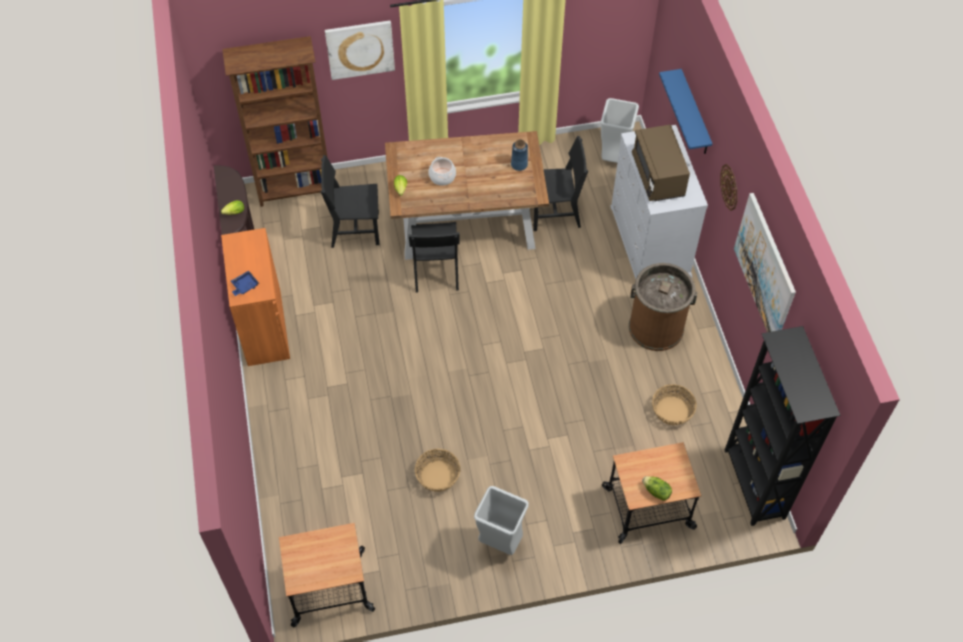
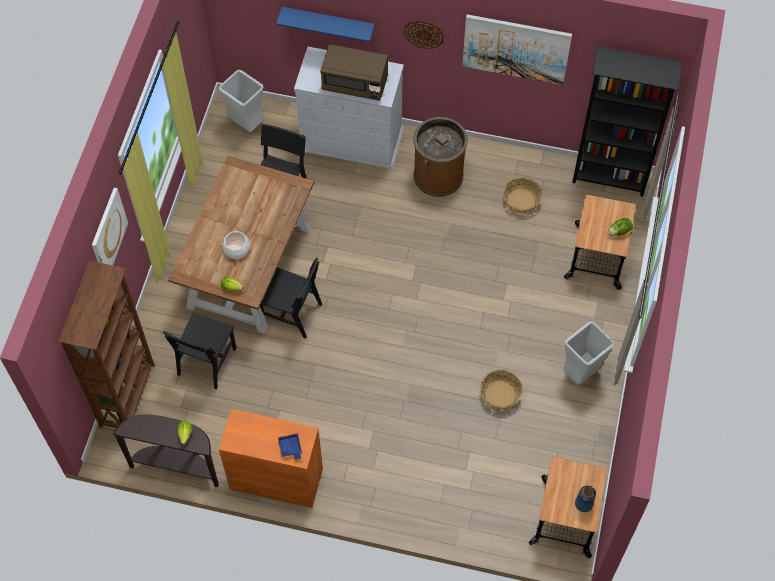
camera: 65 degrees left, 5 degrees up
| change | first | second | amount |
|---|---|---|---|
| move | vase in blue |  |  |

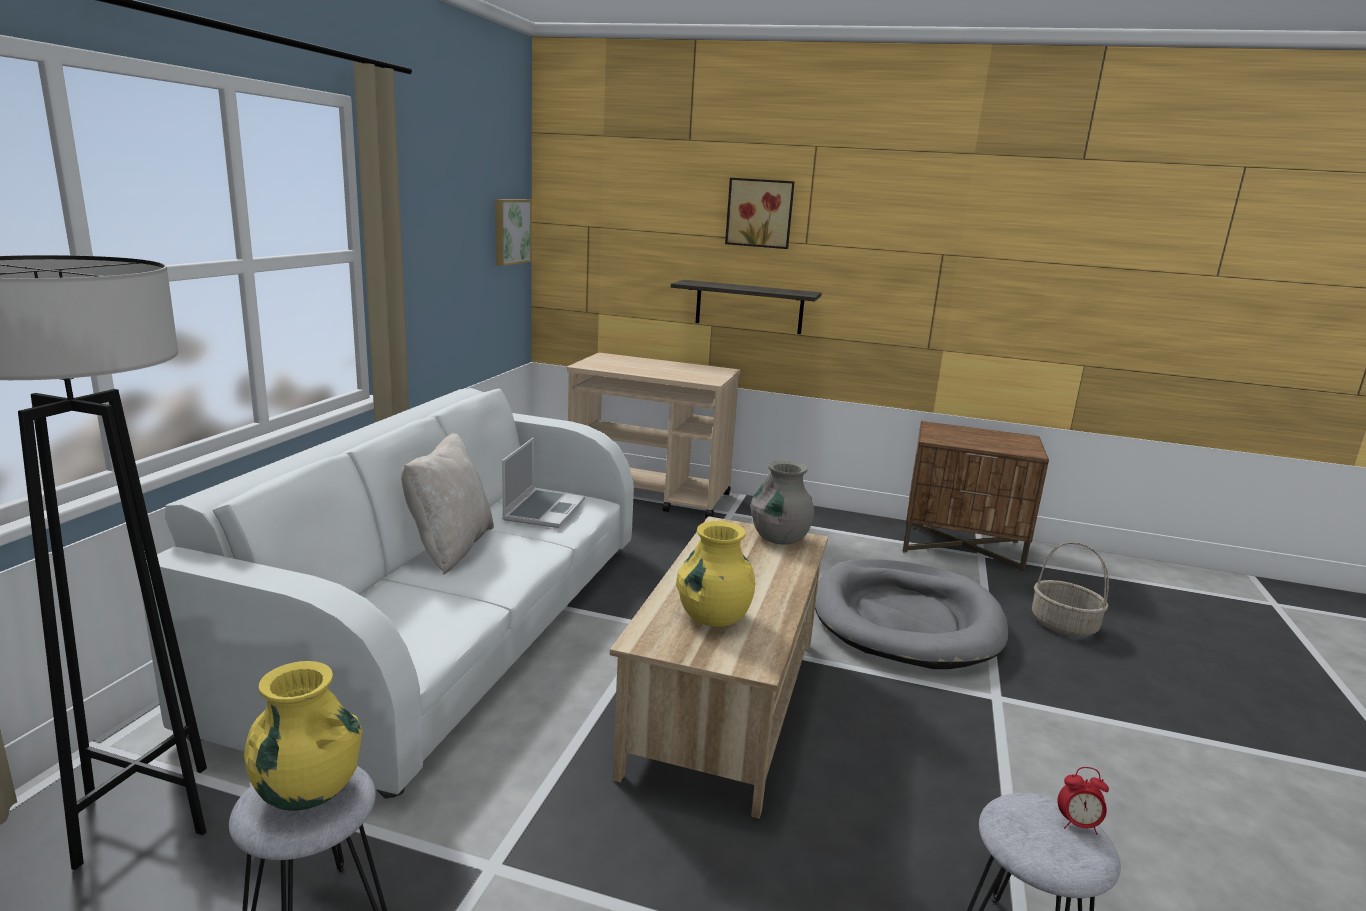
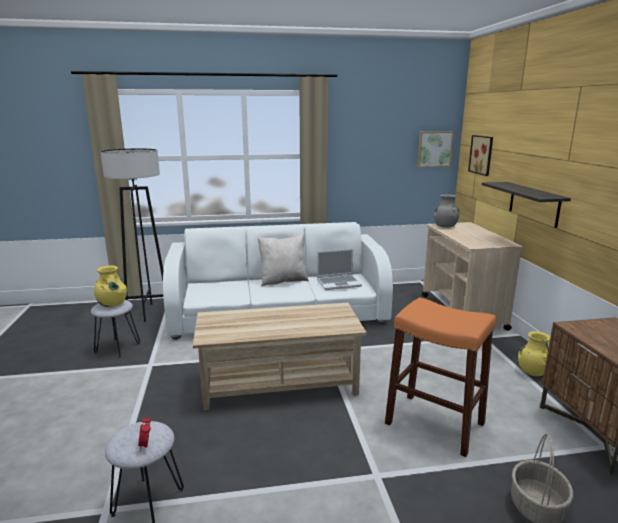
camera: 65 degrees right, 0 degrees up
| change | first | second | amount |
|---|---|---|---|
| replace | dog bed in grey | stool in orange |  |
| move | vase in grey |  |  |
| move | picture (2nd from left) |  |  |
| move | vase in yellow (2nd from left) |  |  |

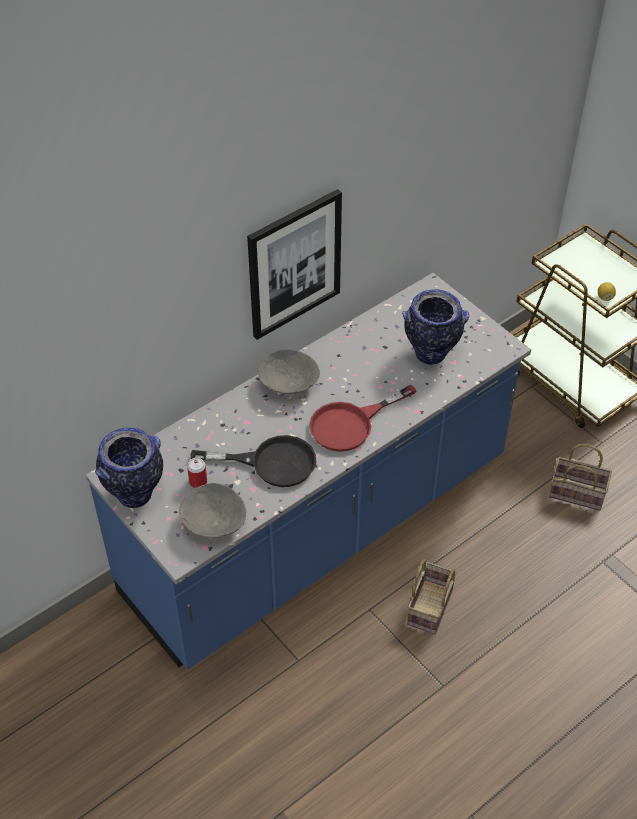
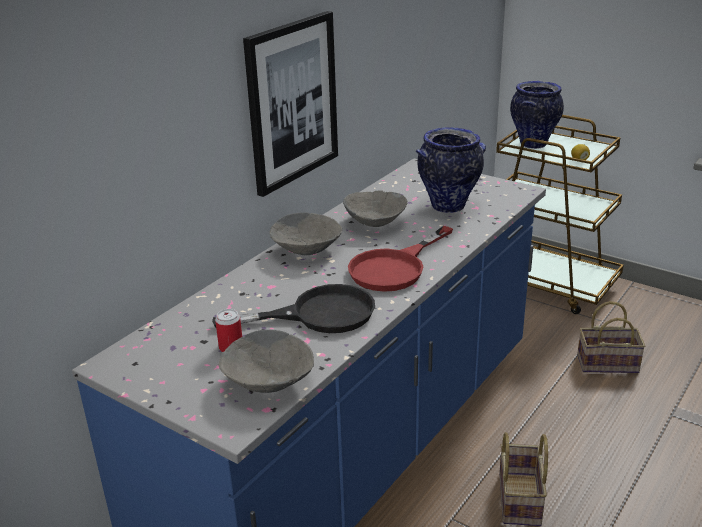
camera: 15 degrees left, 20 degrees down
| change | first | second | amount |
|---|---|---|---|
| insert |  | bowl in grey (3rd from left) |  |
| move | vase (1st from left in the first image) | vase (2nd from left) |  |

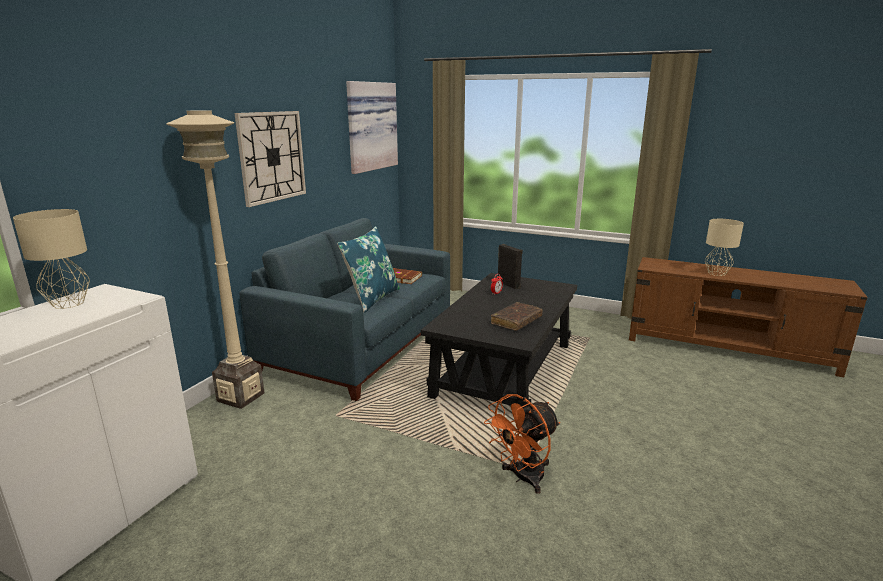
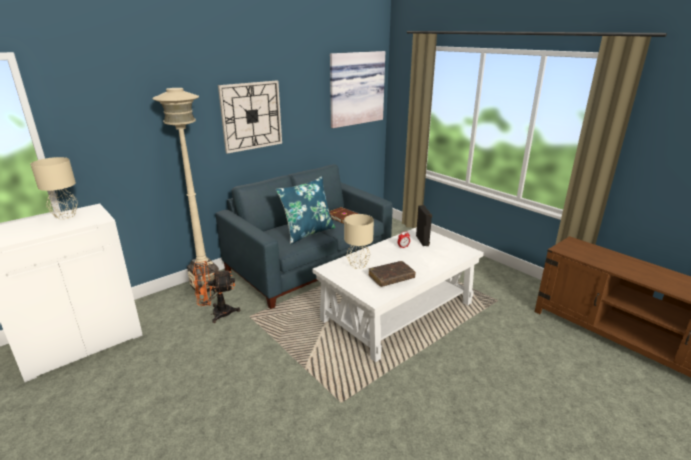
camera: 25 degrees right, 5 degrees up
| change | first | second | amount |
|---|---|---|---|
| move | fan in orange |  |  |
| recolor | coffee table in black | coffee table in white |  |
| move | table lamp in beige (2nd from left) |  |  |

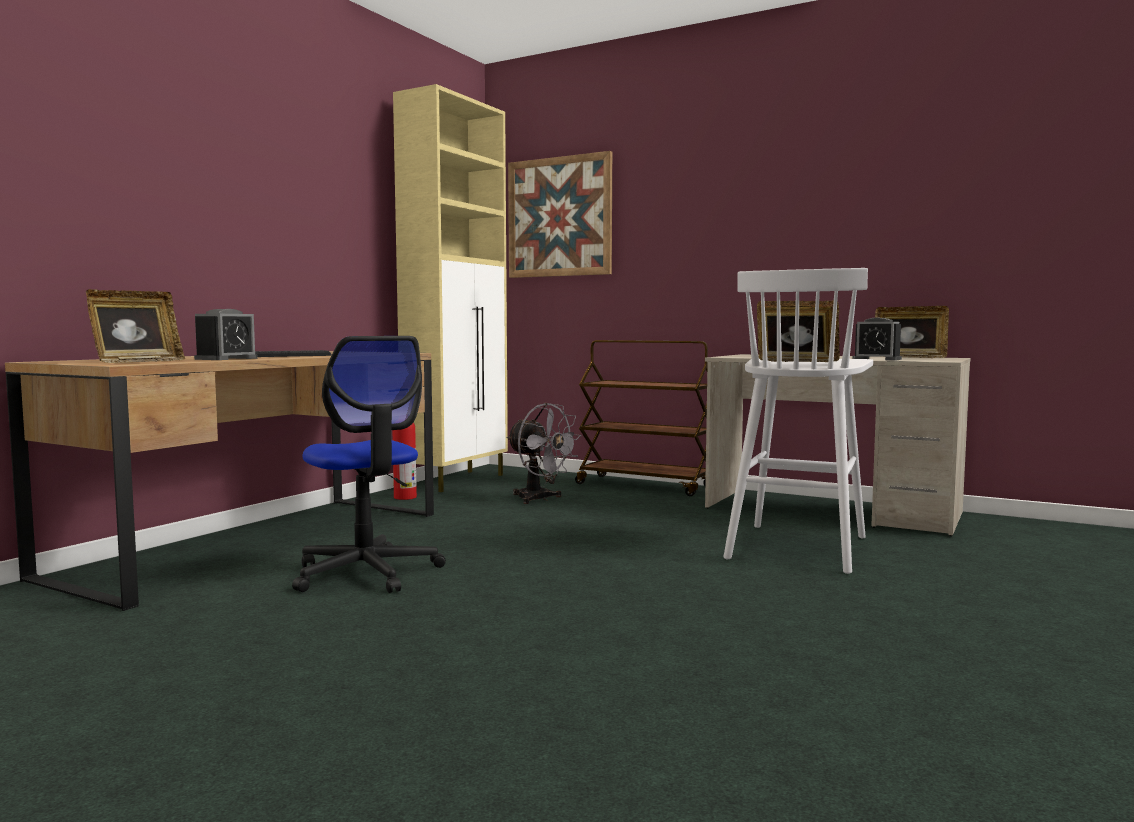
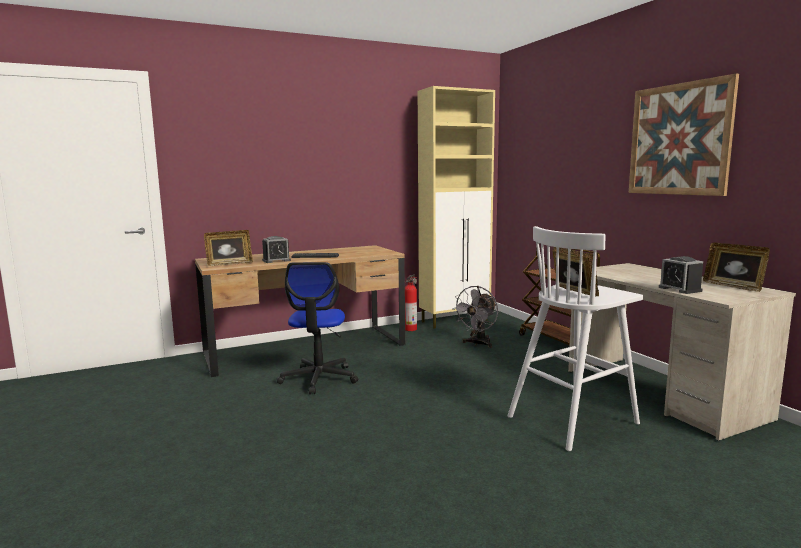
camera: 35 degrees right, 5 degrees up
| change | first | second | amount |
|---|---|---|---|
| rotate | fan in grey |  | 45 degrees clockwise |
| move | picture |  |  |

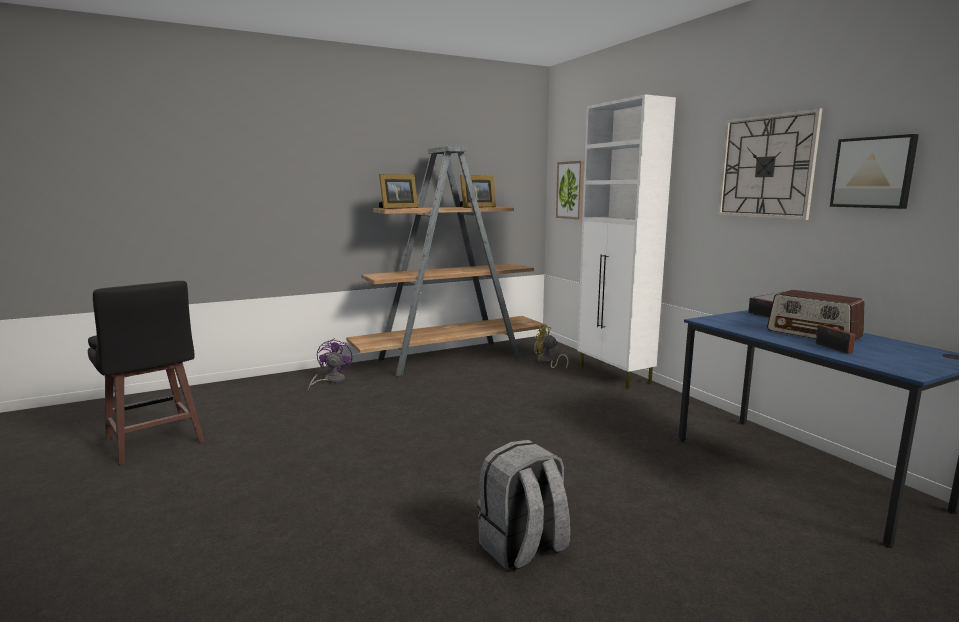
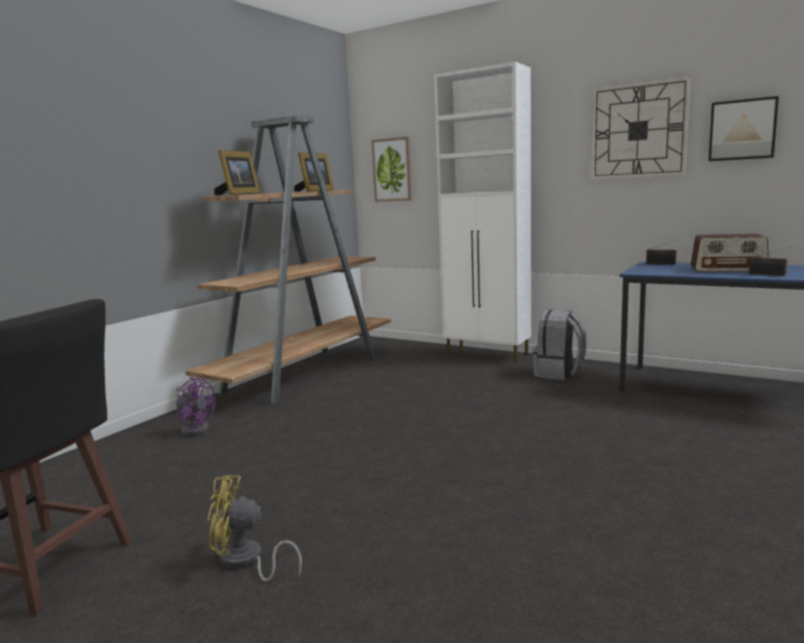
camera: 30 degrees left, 0 degrees up
| change | first | second | amount |
|---|---|---|---|
| rotate | fan in purple |  | 150 degrees clockwise |
| move | fan in yellow |  |  |
| move | backpack in grey |  |  |

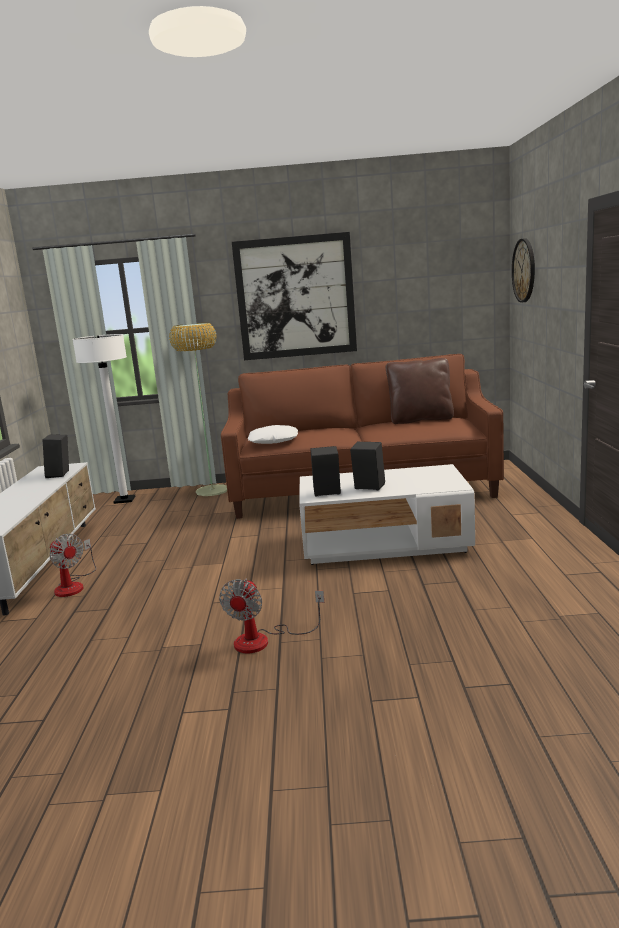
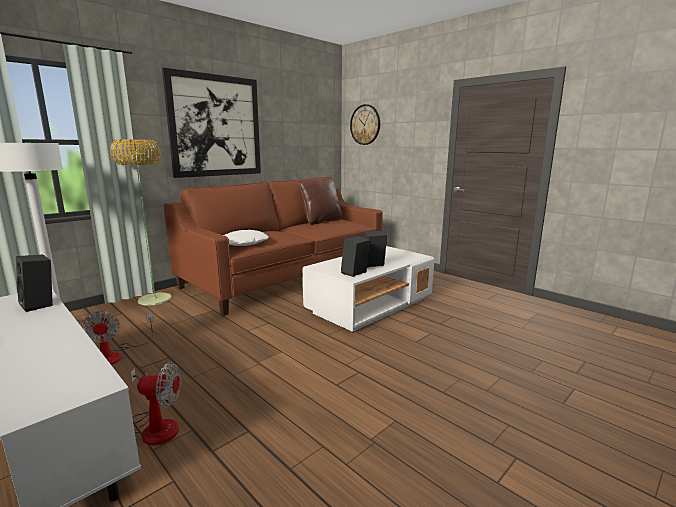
camera: 45 degrees left, 0 degrees up
| change | first | second | amount |
|---|---|---|---|
| move | fan (2nd from left in the first image) | fan (1st from left) |  |

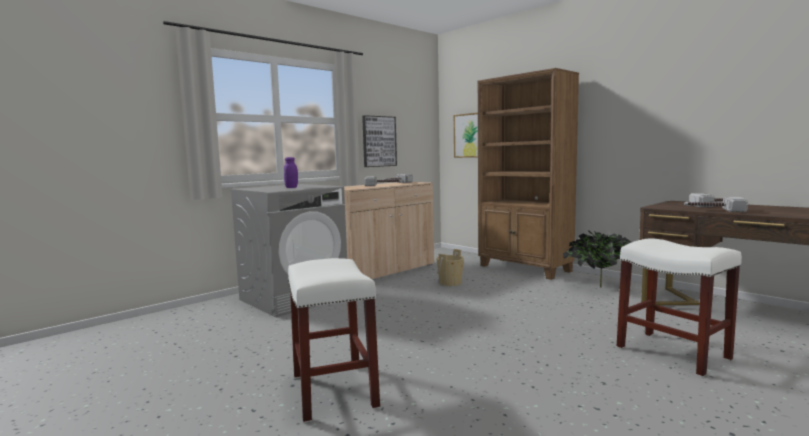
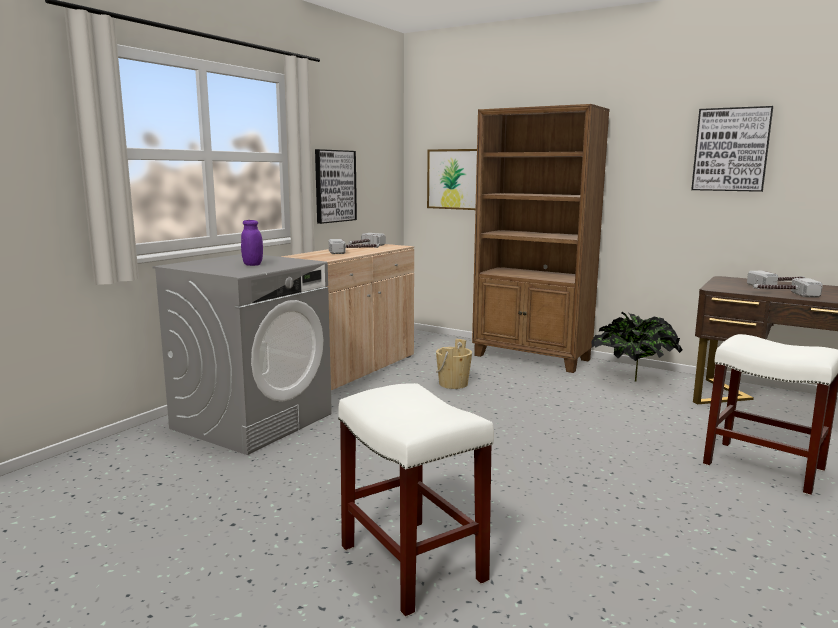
camera: 15 degrees left, 5 degrees up
| change | first | second | amount |
|---|---|---|---|
| insert |  | picture (3rd from left) |  |

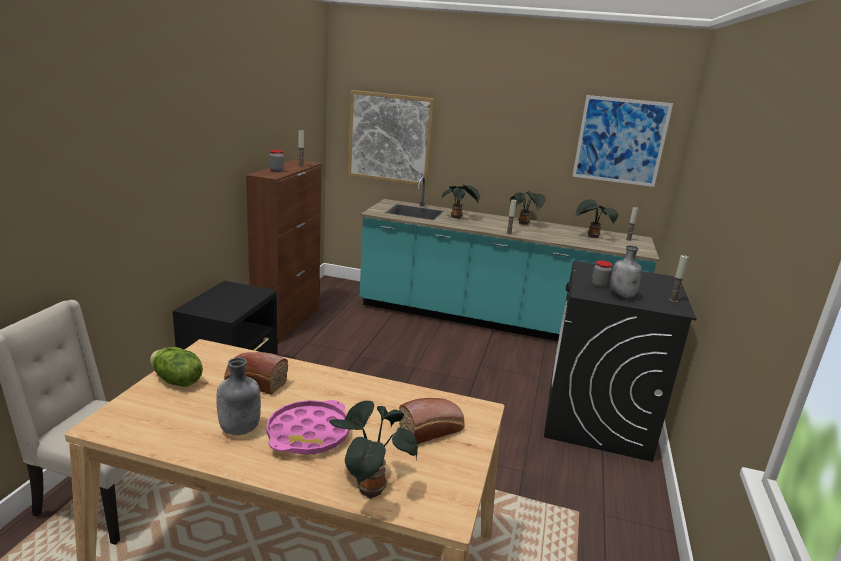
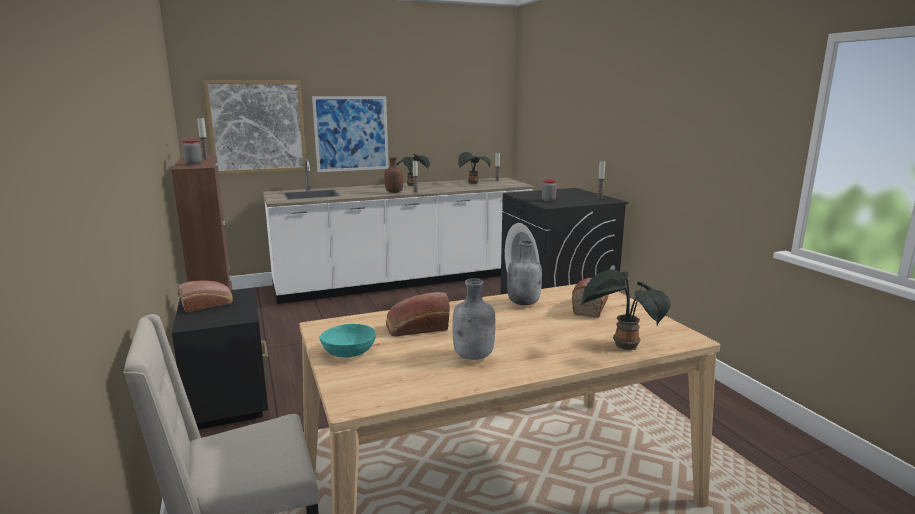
camera: 35 degrees left, 5 degrees down
| change | first | second | amount |
|---|---|---|---|
| insert |  | bread (1st from left) |  |
| recolor | counter in turquoise | counter in white |  |
| move | picture (2nd from left) |  |  |
| replace | lettuce | bowl in turquoise |  |
| insert |  | bottle in brown |  |
| move | bottle in grey (2nd from left) |  |  |
| delete | tray in pink |  |  |
| delete | potted plant (2nd from left) |  |  |

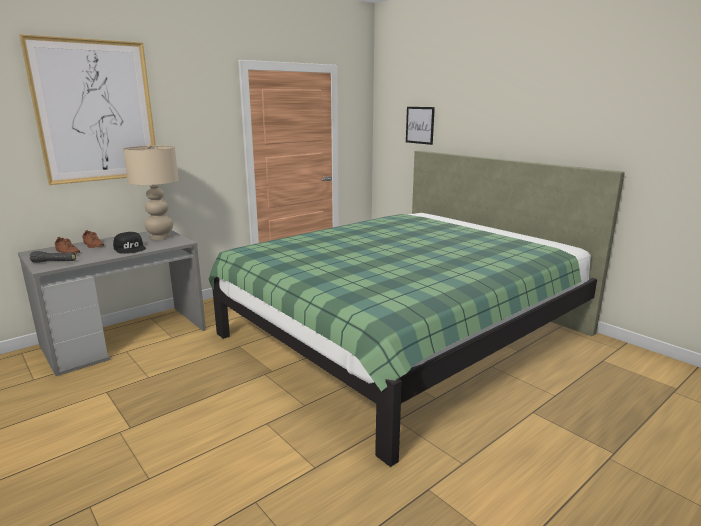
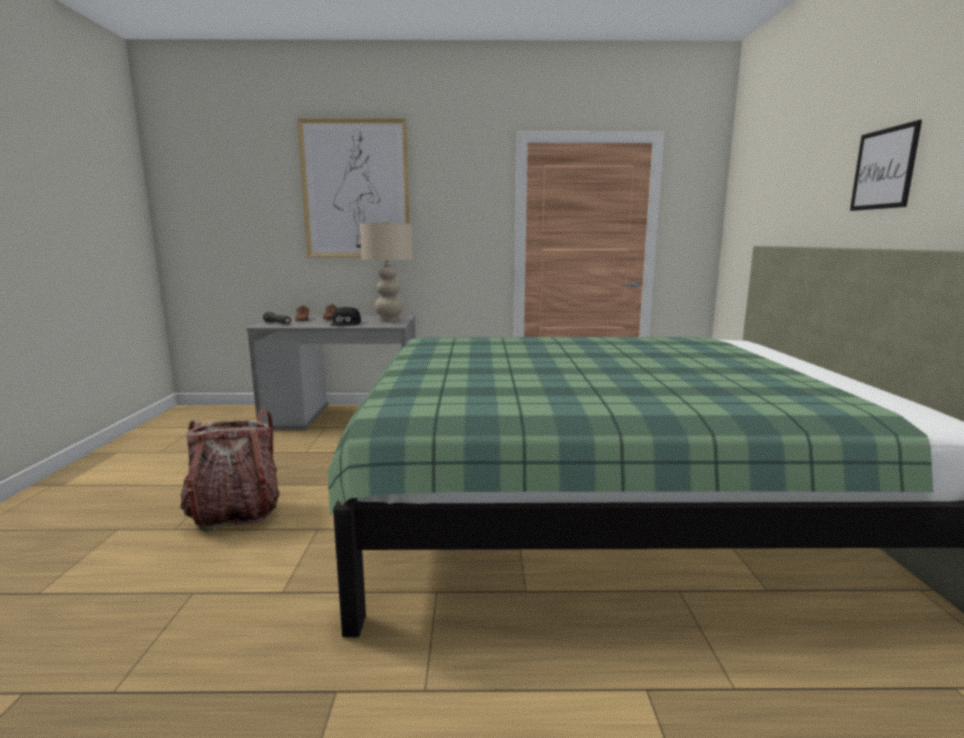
camera: 40 degrees right, 5 degrees down
| change | first | second | amount |
|---|---|---|---|
| insert |  | backpack |  |
| move | picture (2nd from left) |  |  |

